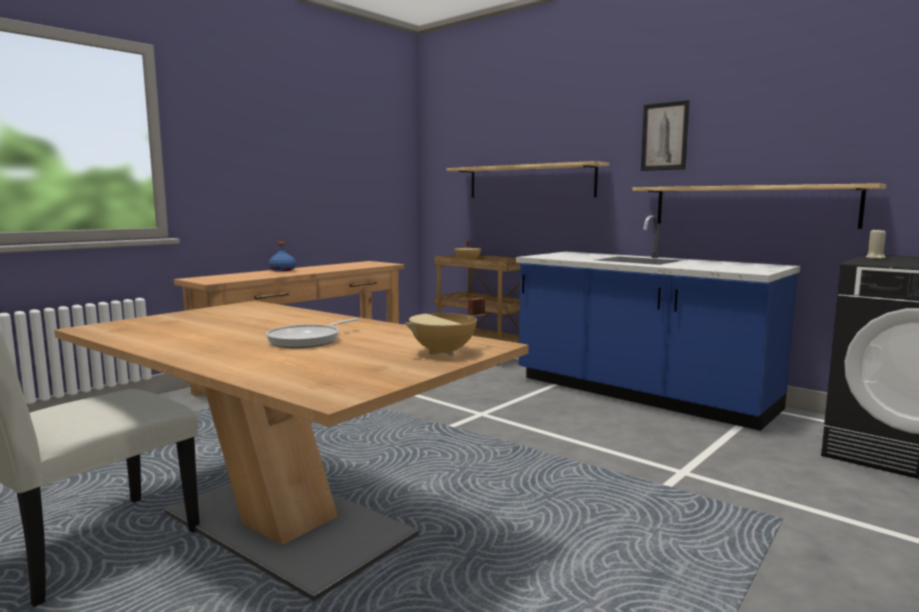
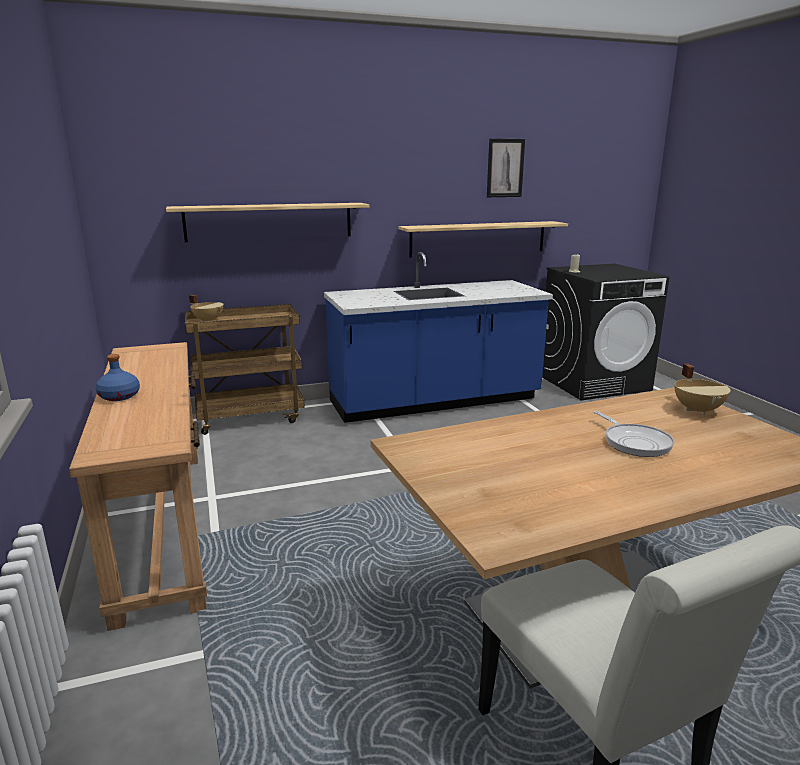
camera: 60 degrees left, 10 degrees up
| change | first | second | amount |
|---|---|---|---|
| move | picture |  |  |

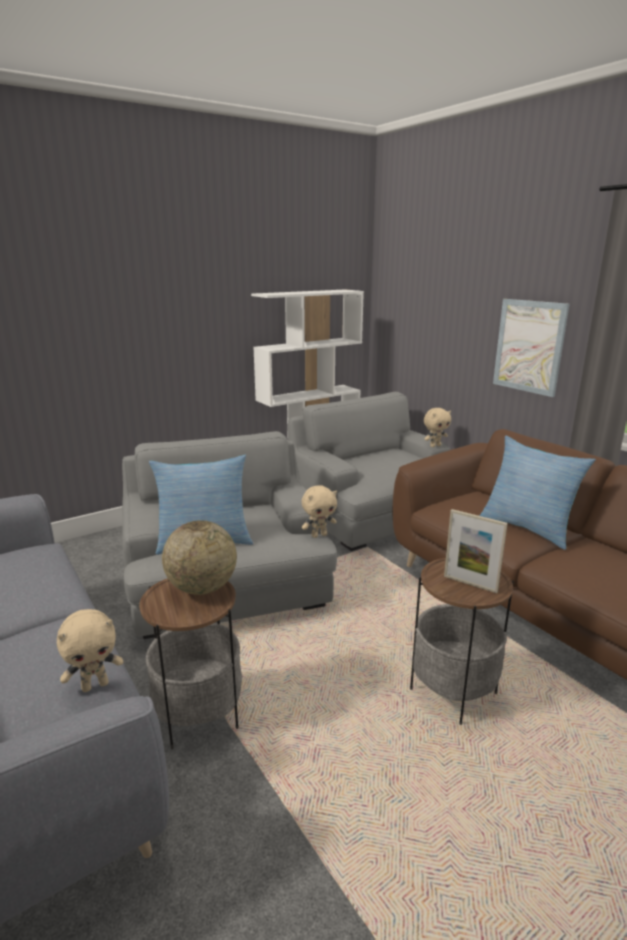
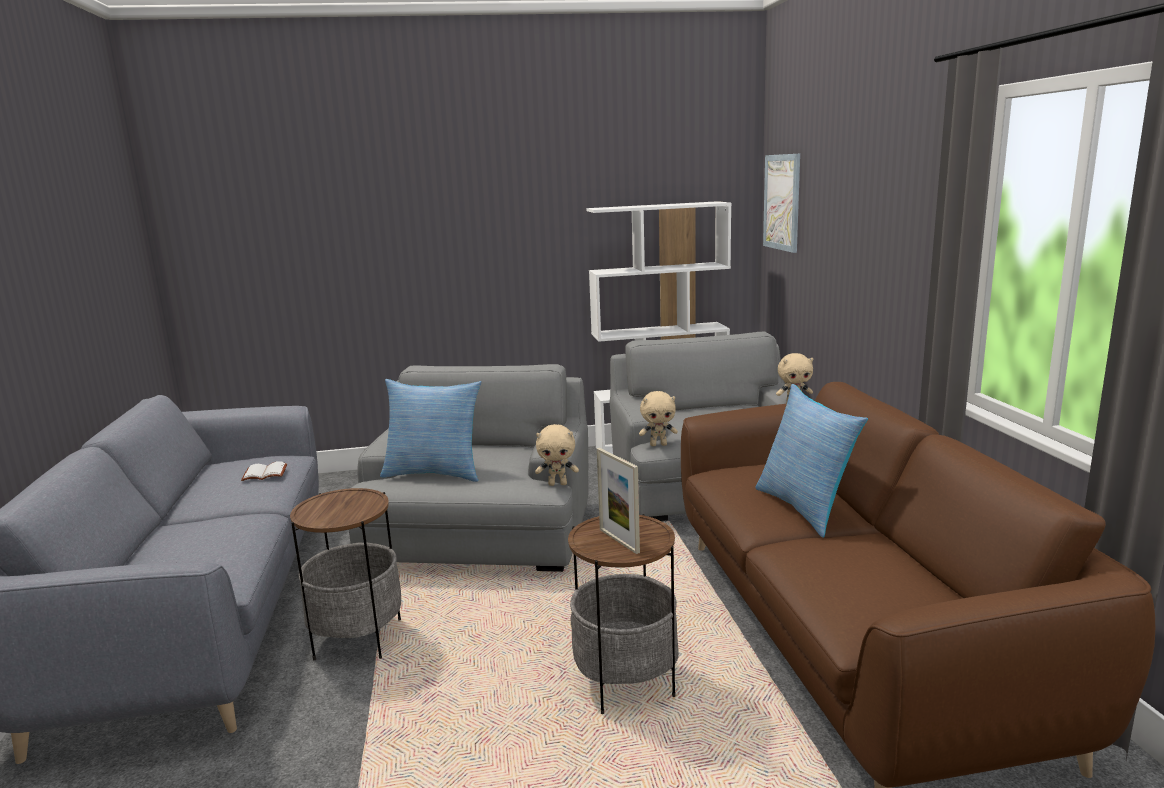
camera: 25 degrees right, 5 degrees down
| change | first | second | amount |
|---|---|---|---|
| insert |  | book in white |  |
| move | plush toy in beige (1st from left in the first image) | plush toy in beige (2nd from left) |  |
| move | picture |  |  |
| delete | globe |  |  |

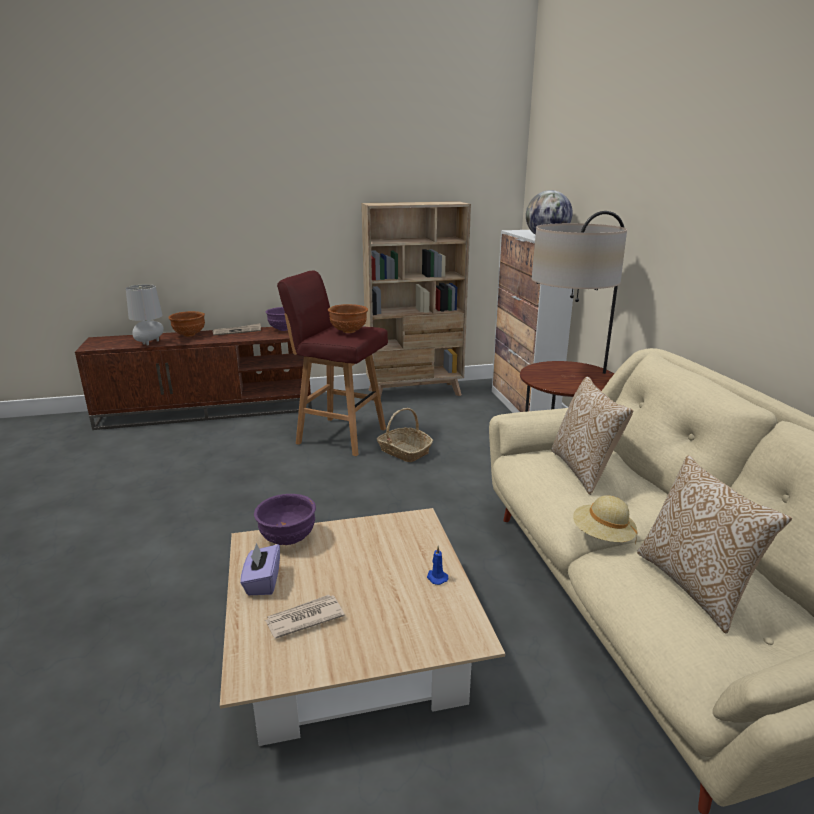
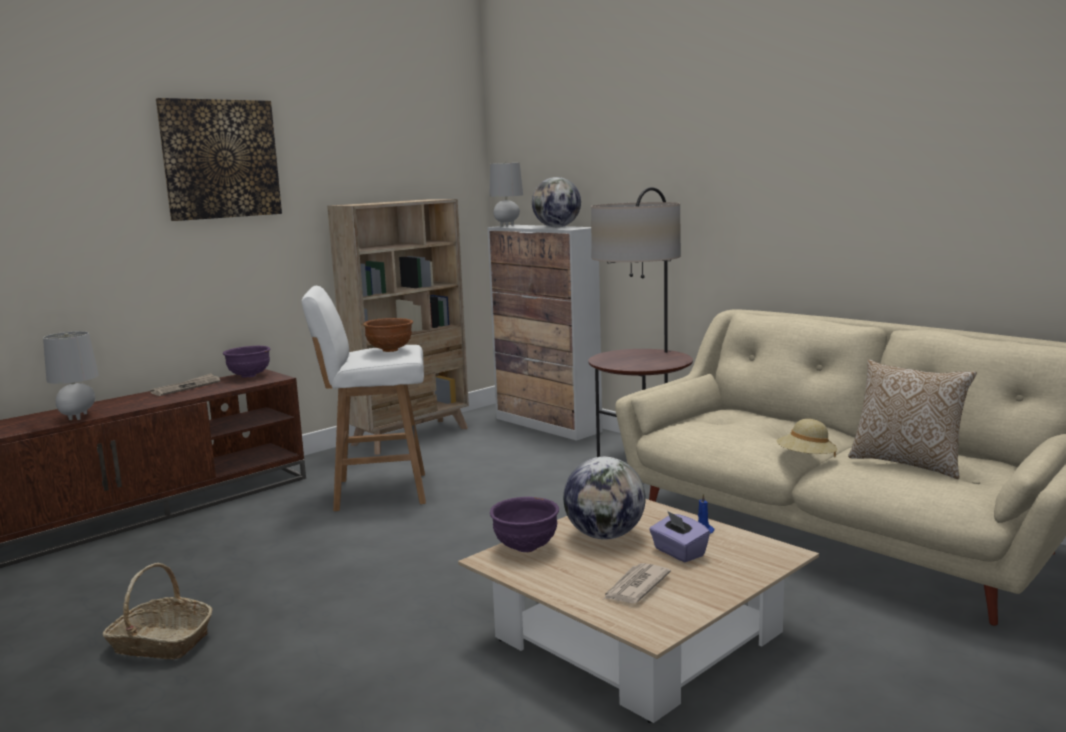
camera: 30 degrees left, 10 degrees down
| change | first | second | amount |
|---|---|---|---|
| move | basket |  |  |
| insert |  | picture |  |
| recolor | stool in red | stool in white |  |
| insert |  | table lamp in grey (2nd from left) |  |
| insert |  | globe (2nd from left) |  |
| move | tissue box in purple |  |  |
| delete | bowl in brown (1st from left) |  |  |
| delete | pillow (1st from left) |  |  |

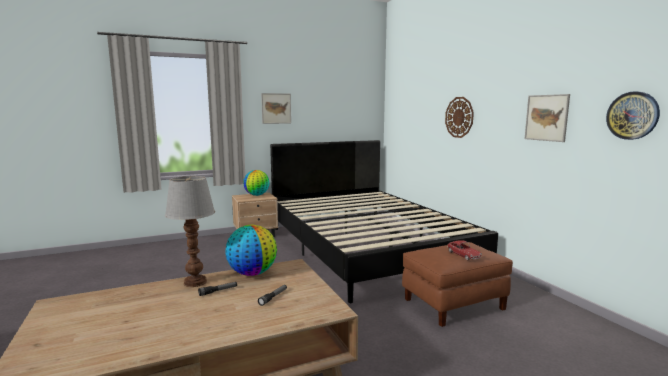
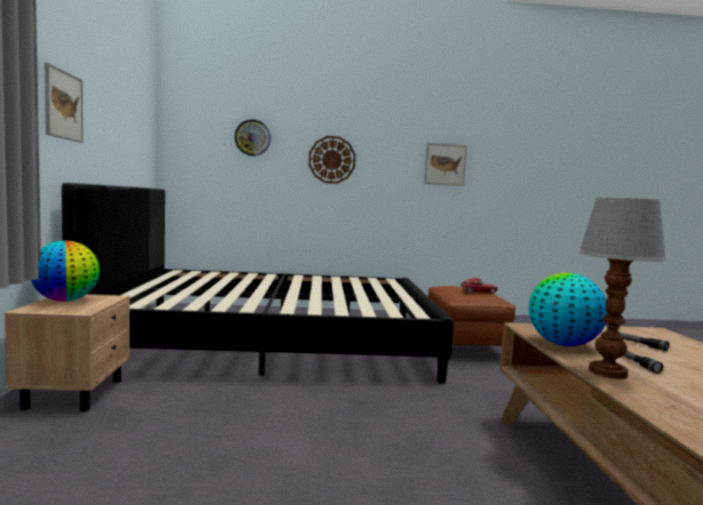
camera: 70 degrees left, 5 degrees down
| change | first | second | amount |
|---|---|---|---|
| move | wall clock (2nd from left in the first image) | wall clock (1st from left) |  |

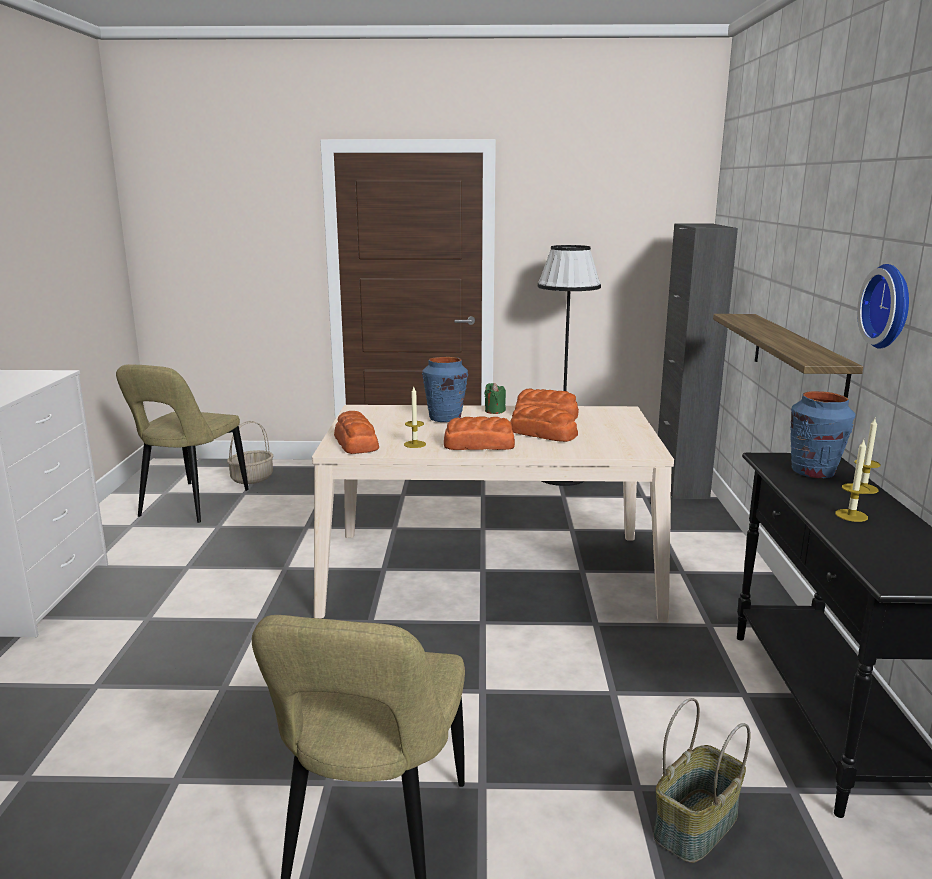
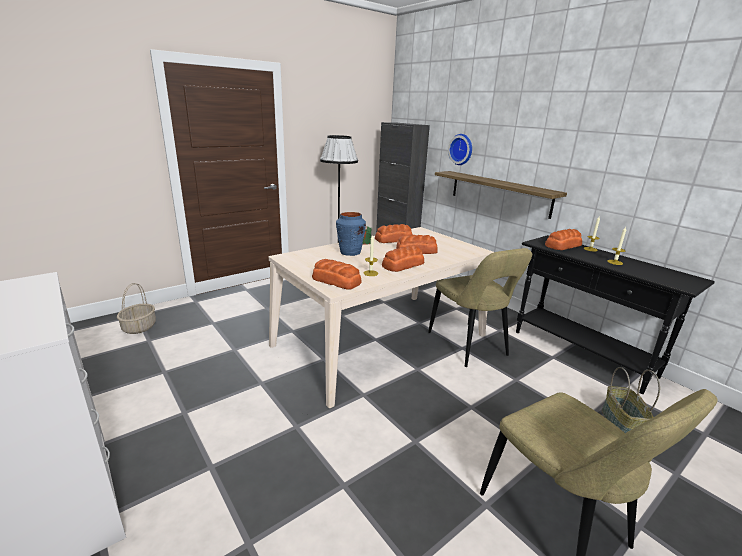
camera: 40 degrees left, 5 degrees up
| change | first | second | amount |
|---|---|---|---|
| move | chair in beige (1st from left) |  |  |
| move | wall clock |  |  |
| replace | vase in blue (2nd from left) | bread (5th from left) |  |

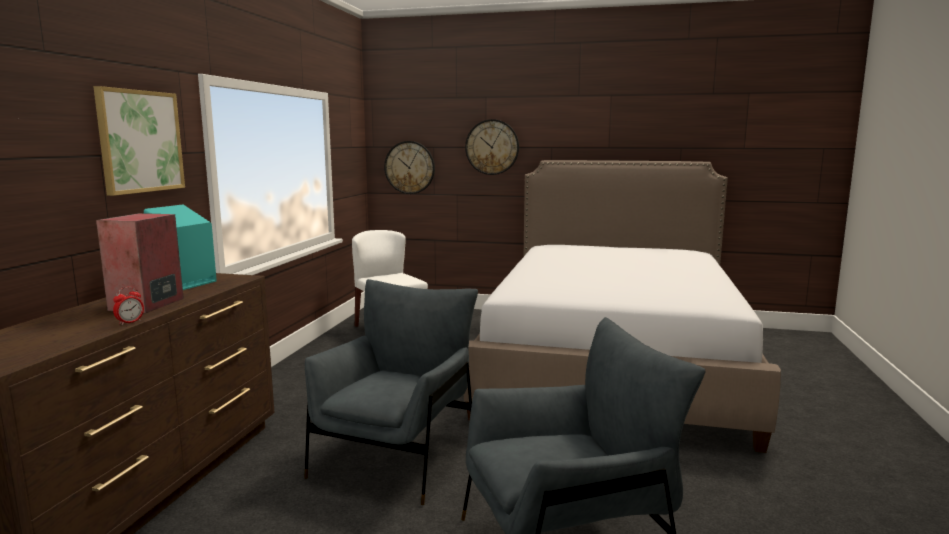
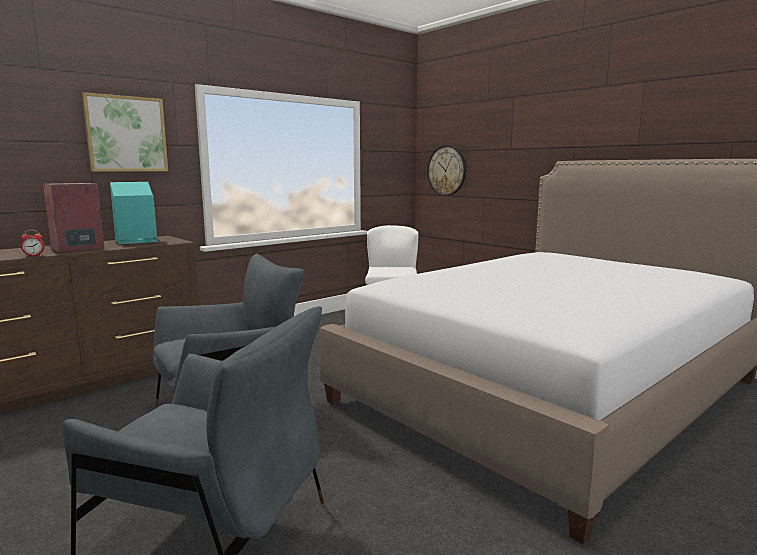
camera: 35 degrees right, 0 degrees up
| change | first | second | amount |
|---|---|---|---|
| delete | wall clock (2nd from left) |  |  |

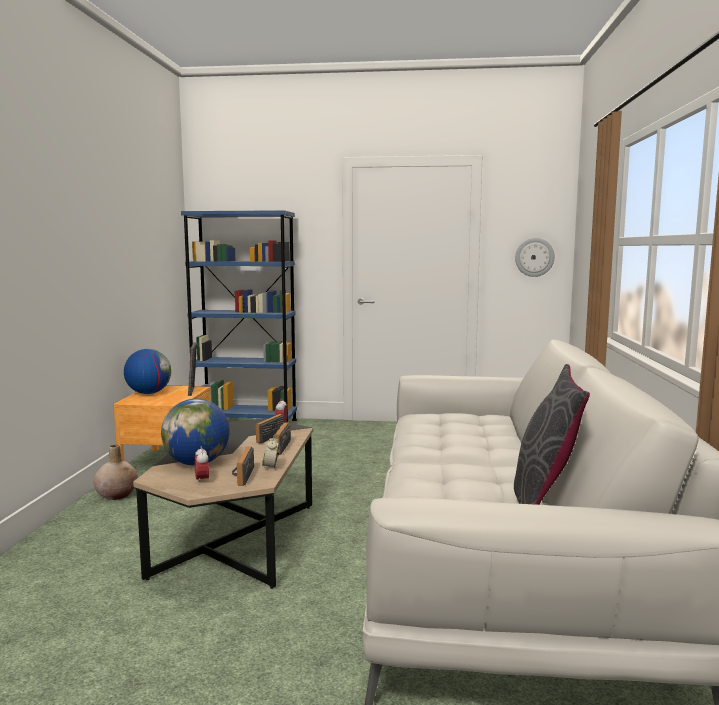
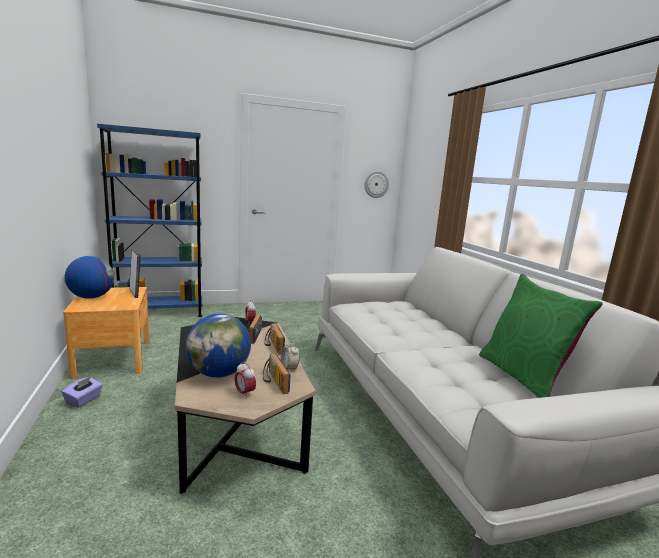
camera: 25 degrees left, 5 degrees up
| change | first | second | amount |
|---|---|---|---|
| replace | vase in beige | tissue box in purple |  |
| recolor | pillow in grey | pillow in green |  |

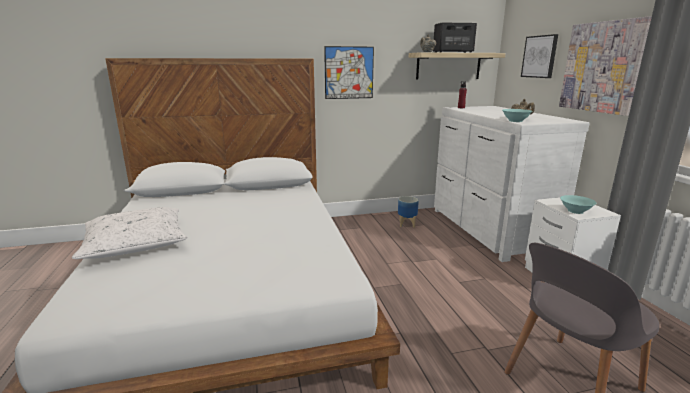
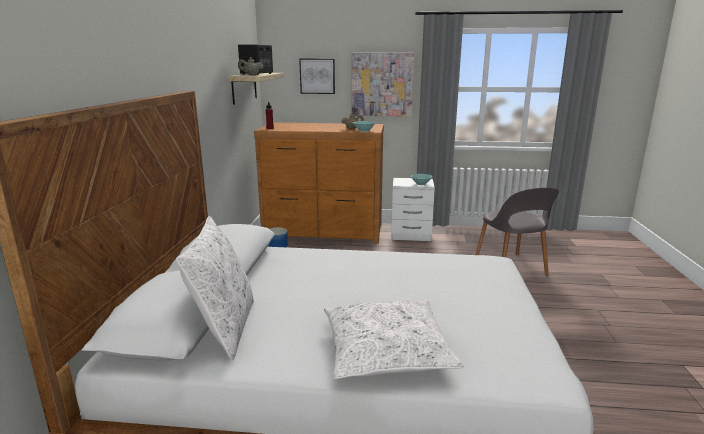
camera: 70 degrees left, 0 degrees up
| change | first | second | amount |
|---|---|---|---|
| insert |  | pillow in white (1st from left) |  |
| recolor | dresser in white | dresser in brown |  |
| delete | picture (1st from left) |  |  |

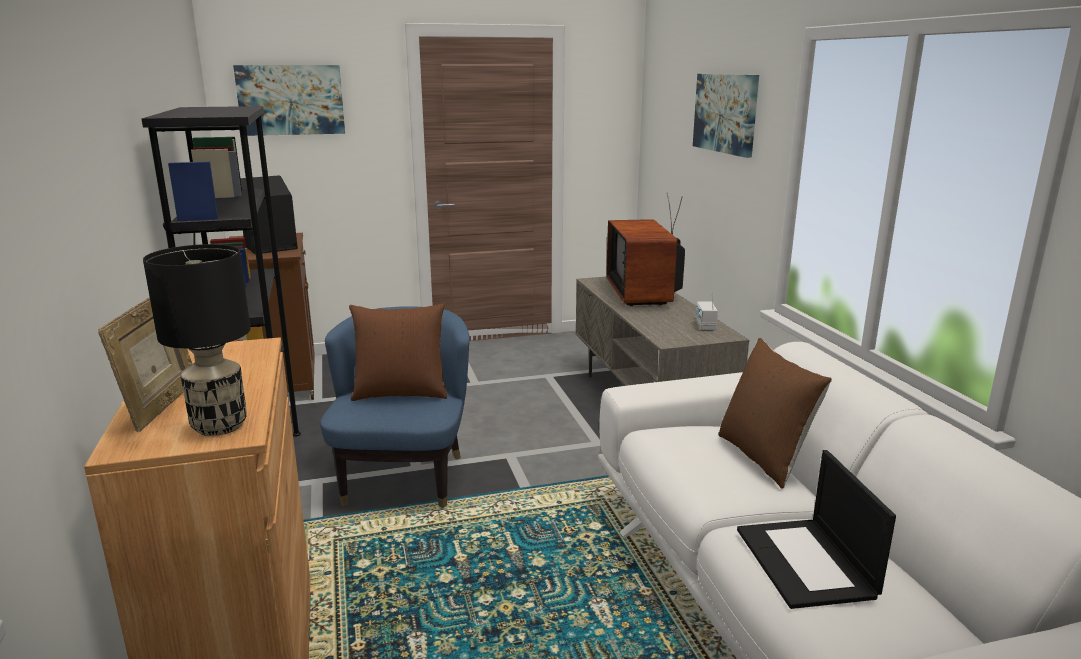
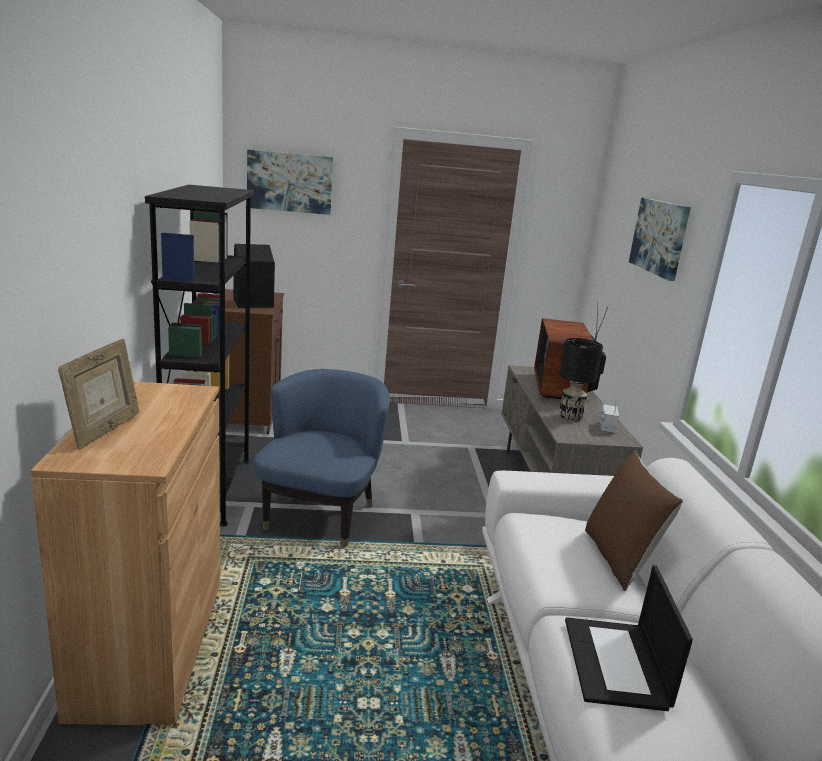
camera: 10 degrees right, 0 degrees up
| change | first | second | amount |
|---|---|---|---|
| move | table lamp in black |  |  |
| delete | pillow in brown (1st from left) |  |  |

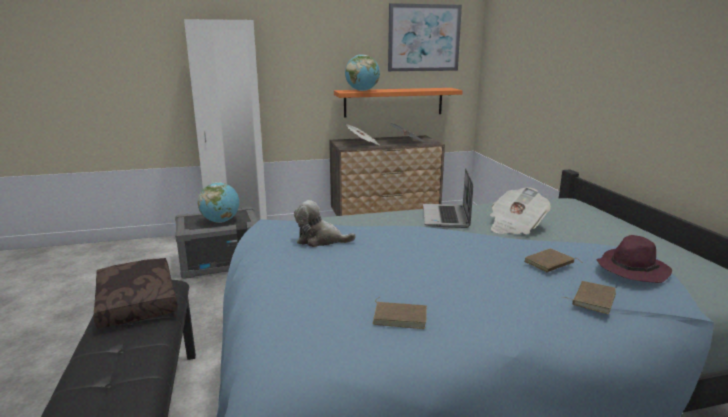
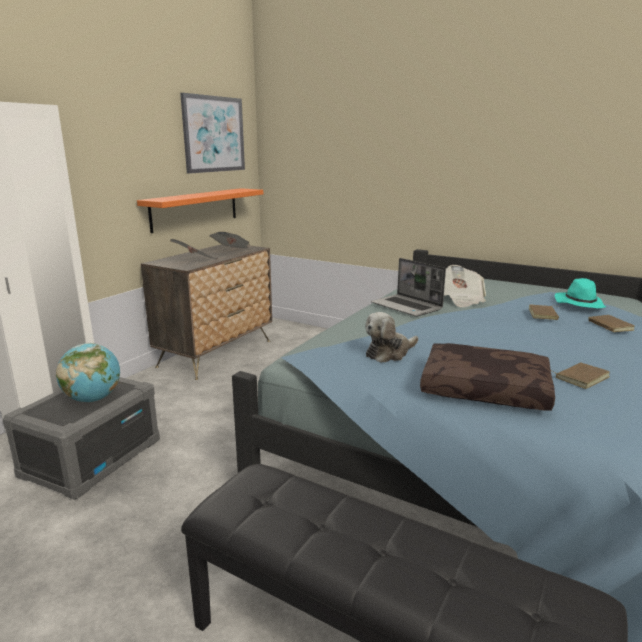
camera: 45 degrees left, 0 degrees up
| change | first | second | amount |
|---|---|---|---|
| move | pillow in brown |  |  |
| recolor | hat in purple | hat in turquoise |  |
| delete | globe (2nd from left) |  |  |

